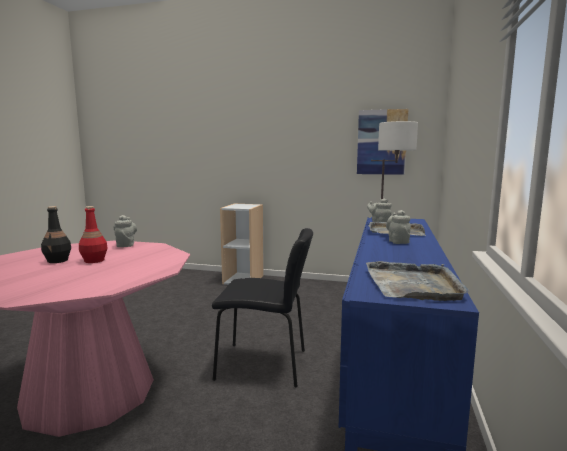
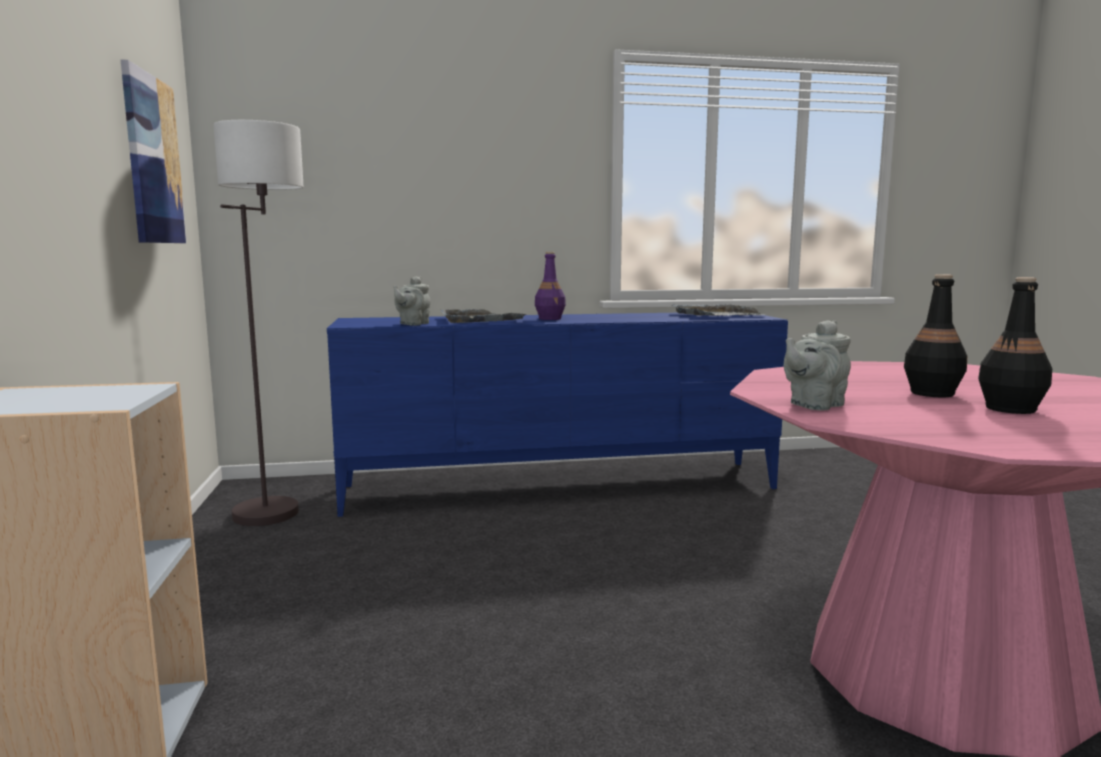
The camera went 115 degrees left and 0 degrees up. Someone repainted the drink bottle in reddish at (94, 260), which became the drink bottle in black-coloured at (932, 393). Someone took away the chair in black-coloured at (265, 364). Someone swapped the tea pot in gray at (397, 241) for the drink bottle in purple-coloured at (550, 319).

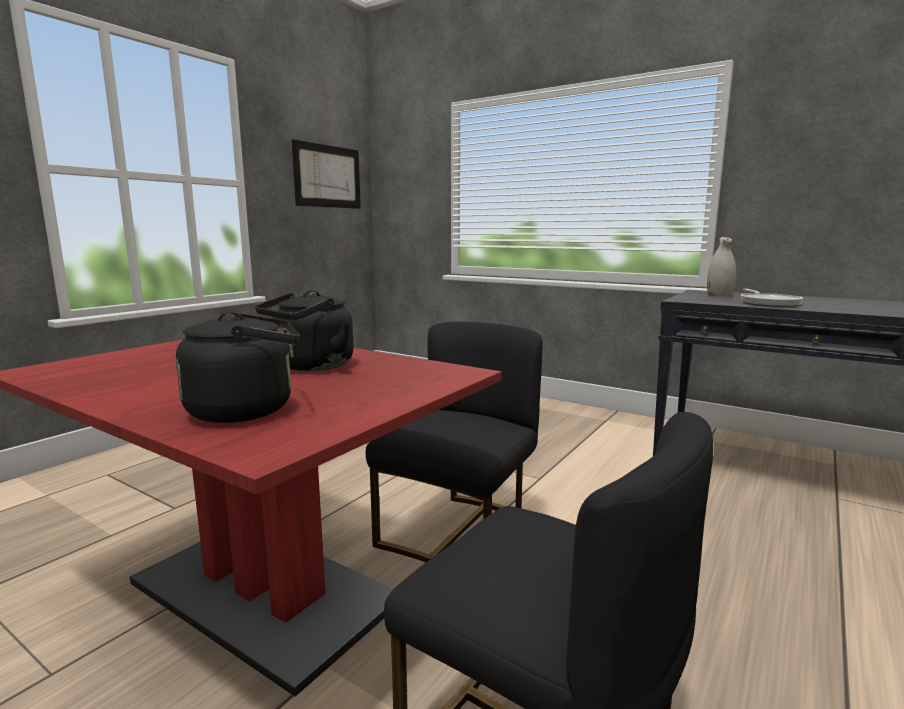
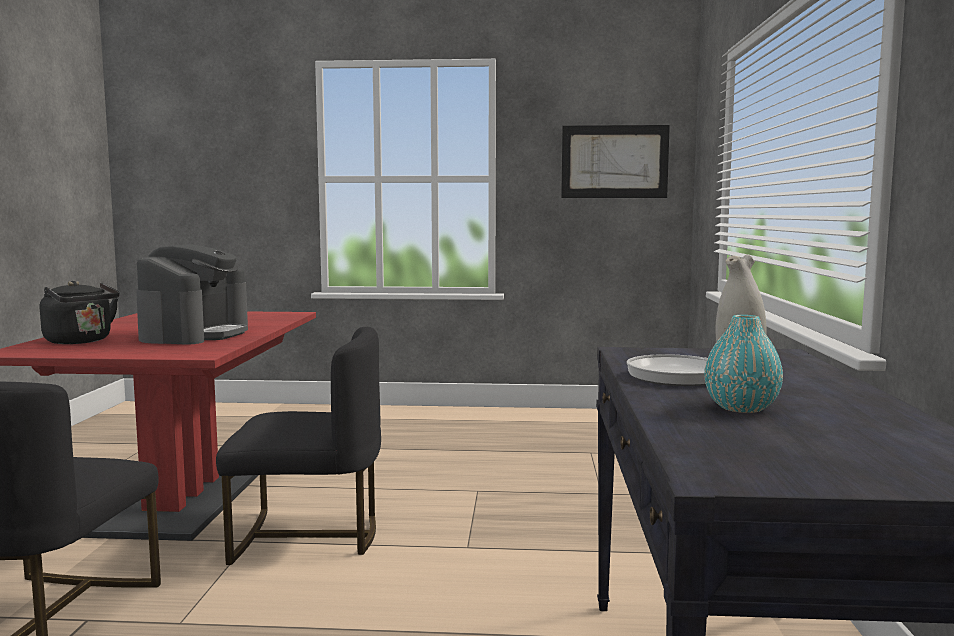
The camera went 60 degrees right and 5 degrees down. Someone swapped the tea kettle in black-coloured at (311, 366) for the coffee brewer at (196, 334). Someone put down the decorative vase in turquoise-coloured at (741, 408).

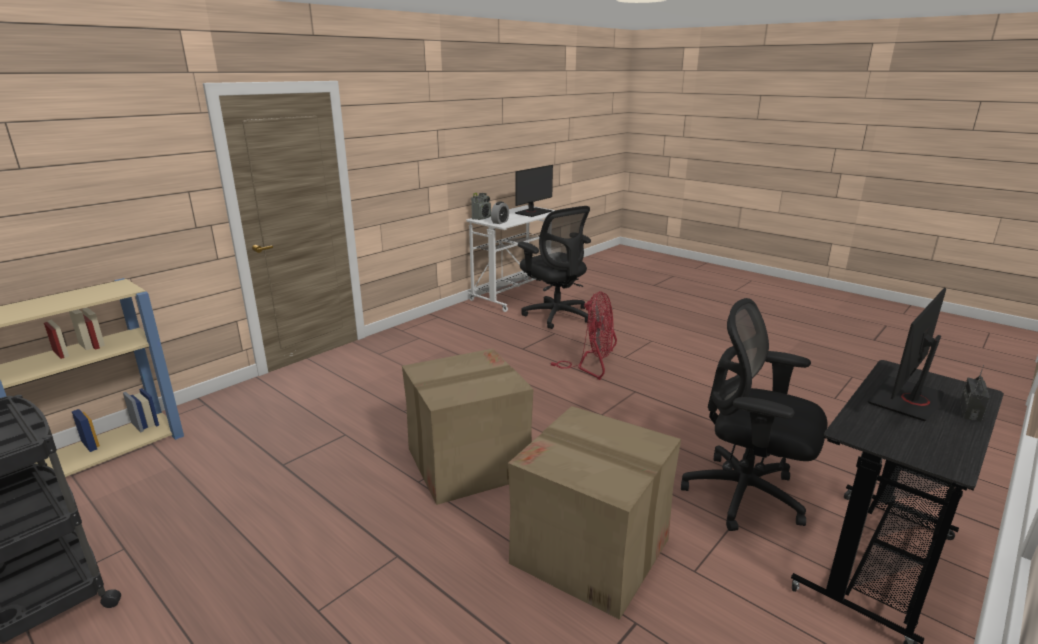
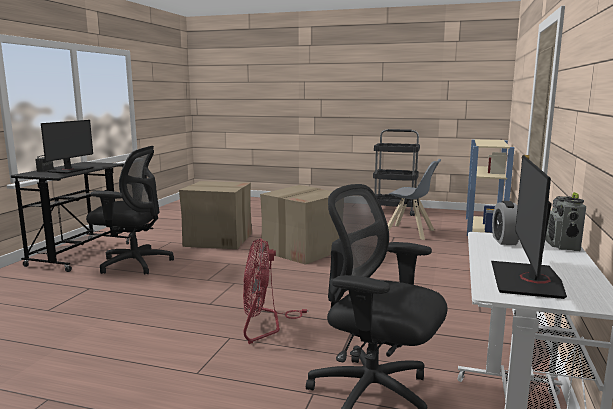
The camera went 155 degrees right and 10 degrees down. Someone put down the chair in gray at (410, 232).

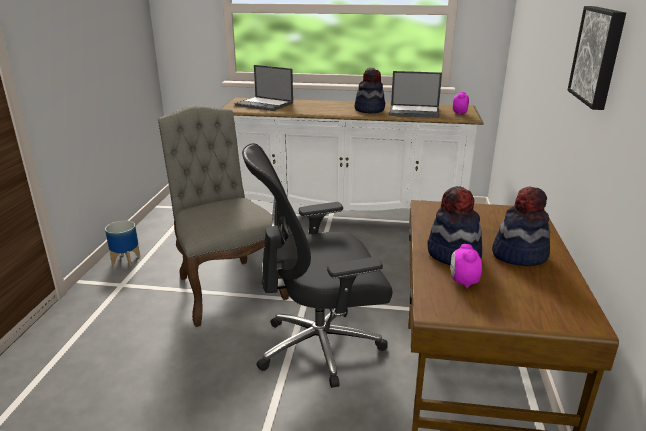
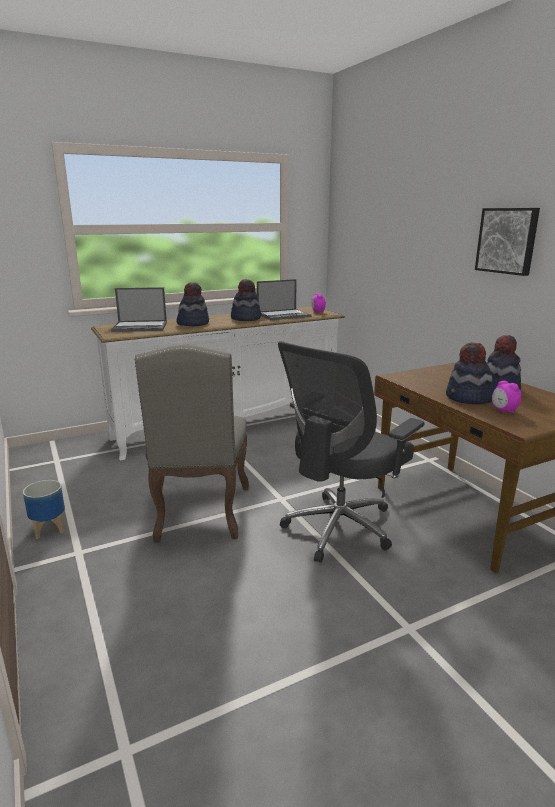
The camera went 35 degrees left and 5 degrees down. Someone rotated the chair in gray at (227, 288) by 120 degrees counterclockwise. Someone put down the hat at (193, 323).

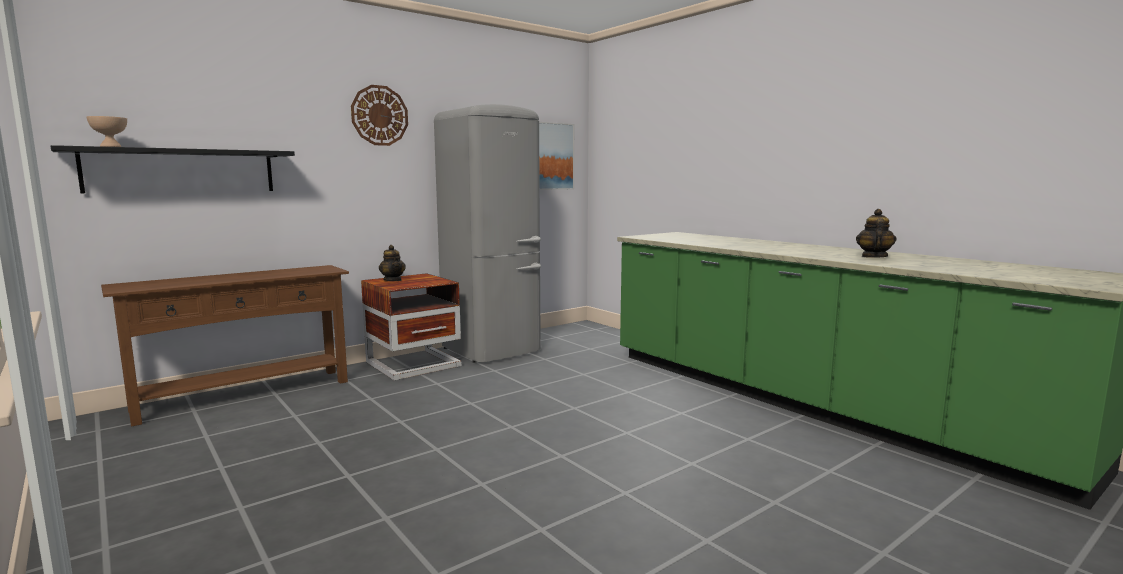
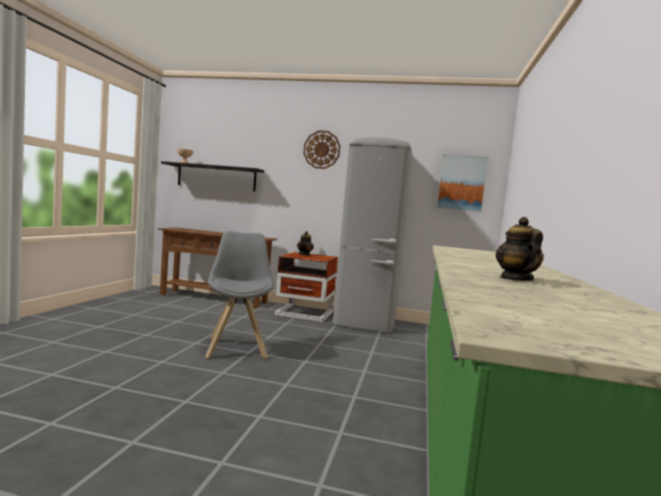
The camera went 50 degrees right and 5 degrees down. Someone rotated the tea pot at (873, 257) by 75 degrees counterclockwise. Someone put down the chair in gray at (236, 348).

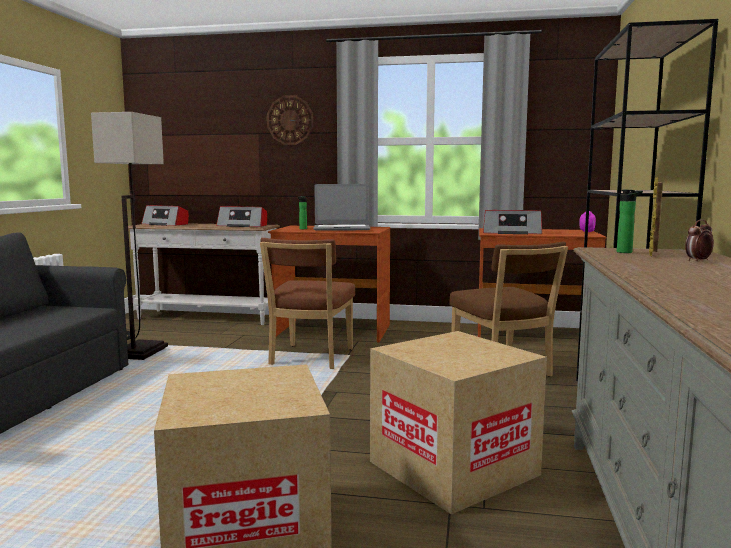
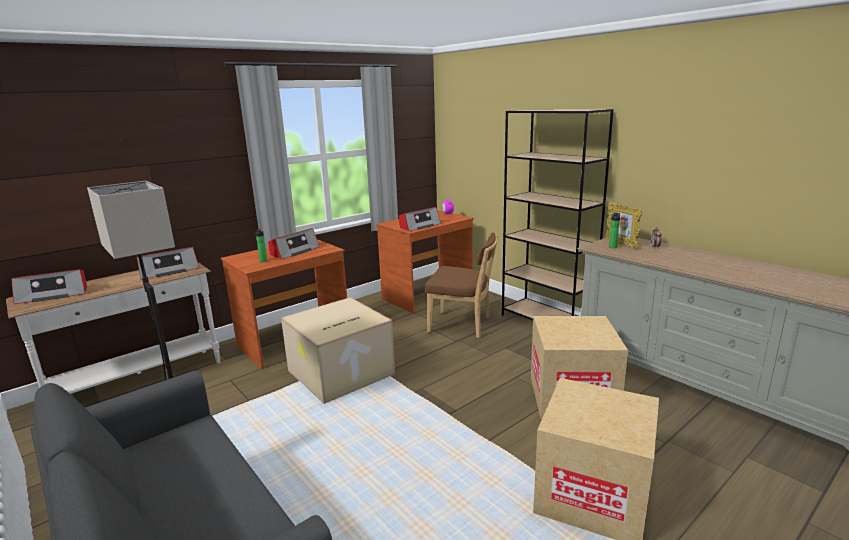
The camera went 50 degrees left and 10 degrees up. Someone swapped the chair in brownish at (309, 358) for the cardboard box at (340, 373). Someone took away the clock on the wall at (290, 120). Someone swapped the portable computer at (341, 229) for the radio set at (294, 251).

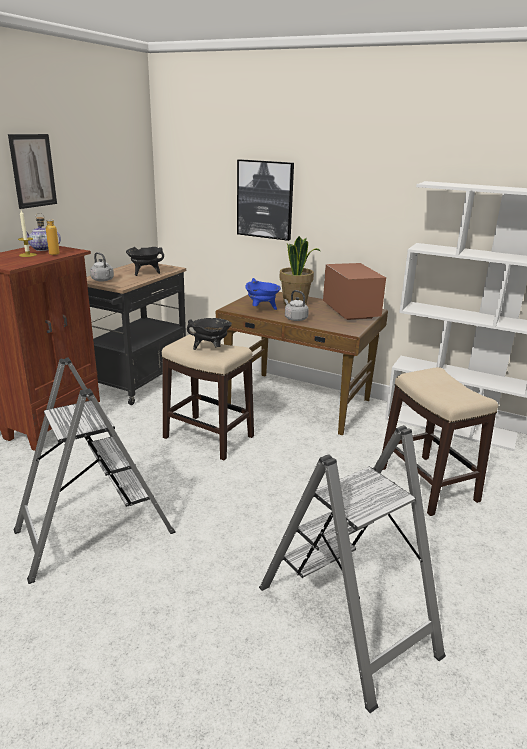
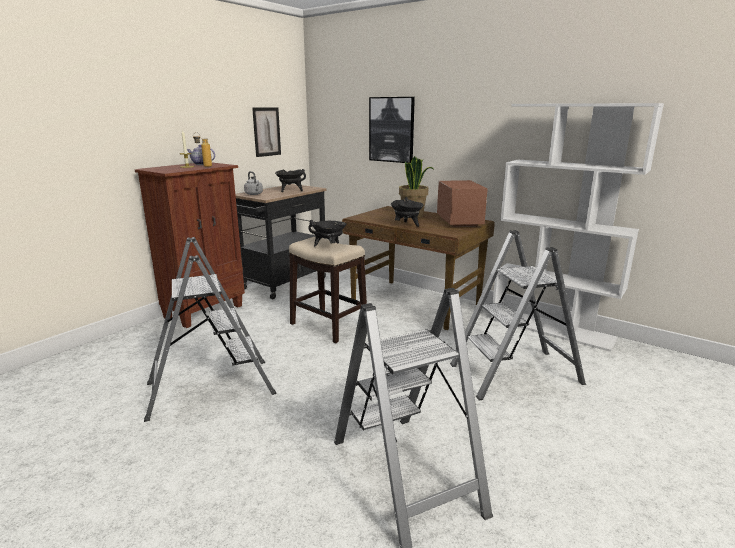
The camera went 10 degrees right and 5 degrees down. Someone carried the wall art from (33, 171) to (266, 132). Someone took away the saucepot in blue at (262, 309). Someone swapped the tea kettle in gray at (295, 318) for the saucepot in black-coloured at (407, 225). Someone swapped the sitting stool at (428, 484) for the step ladder in gray at (517, 373).

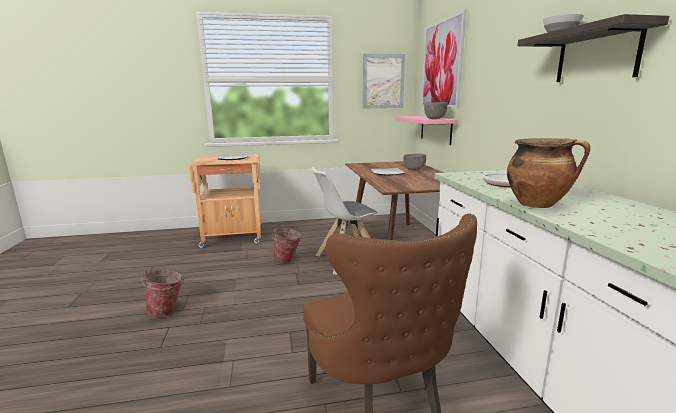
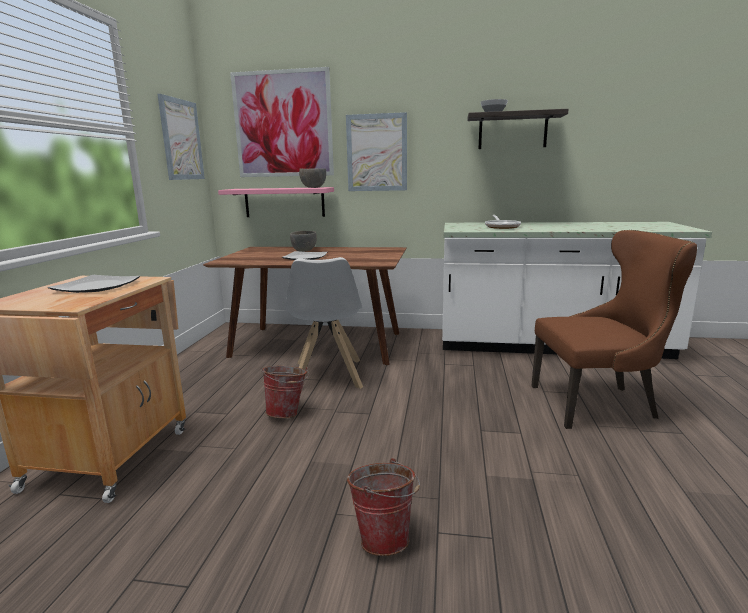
The camera went 70 degrees left and 0 degrees up. Someone took away the saucepot at (538, 204). Someone put up the wall art at (377, 153).

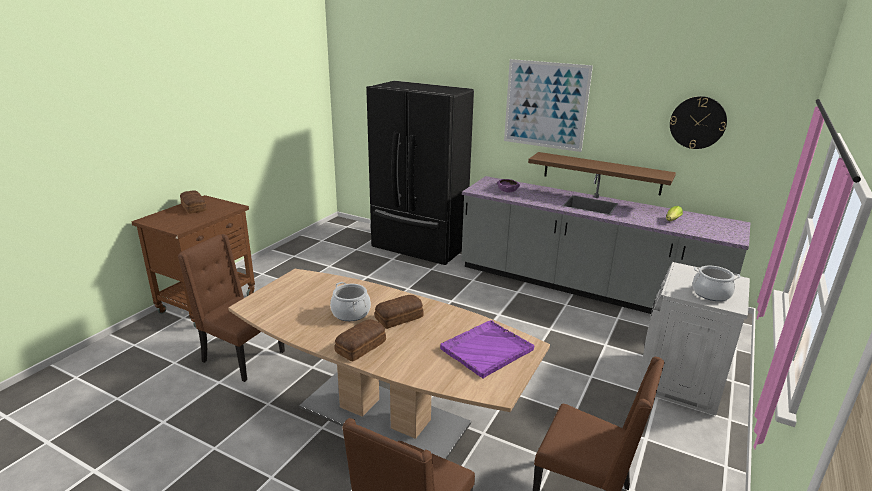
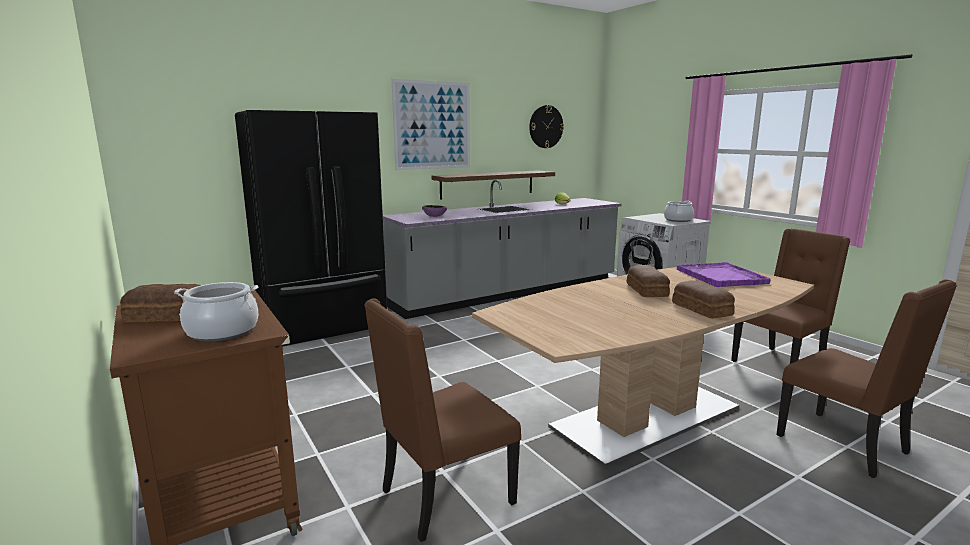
The camera went 60 degrees left and 10 degrees down. Someone carried the saucepot from (350, 313) to (222, 331).

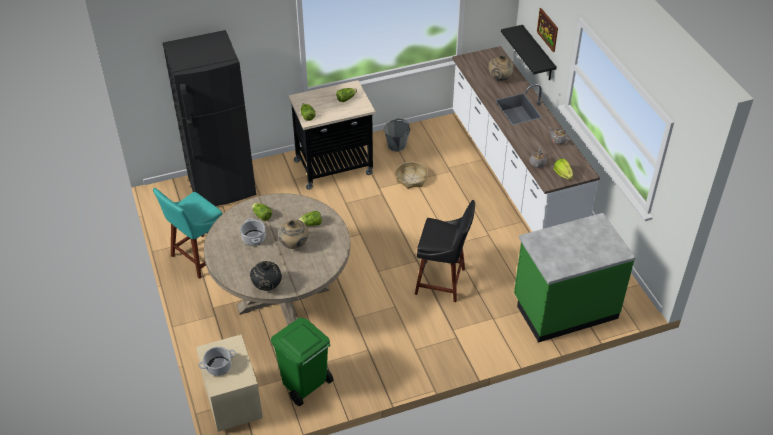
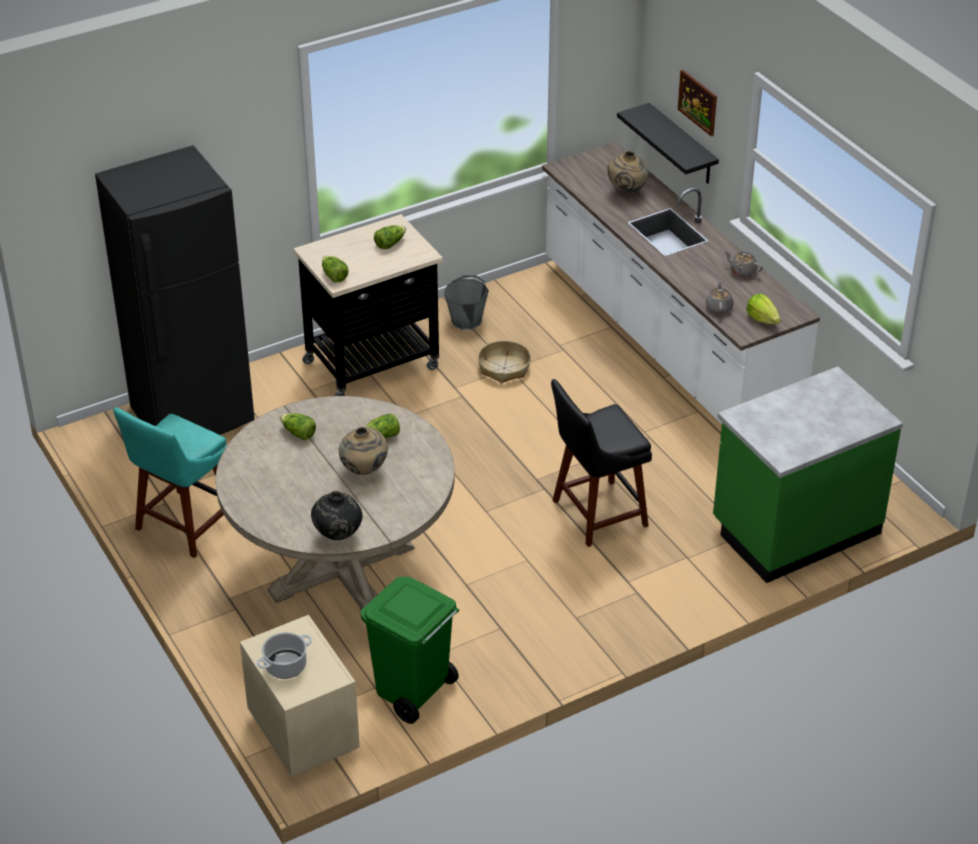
The camera went 10 degrees left and 5 degrees down. Someone took away the saucepot at (253, 238). Someone rotated the chair in black-coloured at (443, 282) by 150 degrees clockwise.

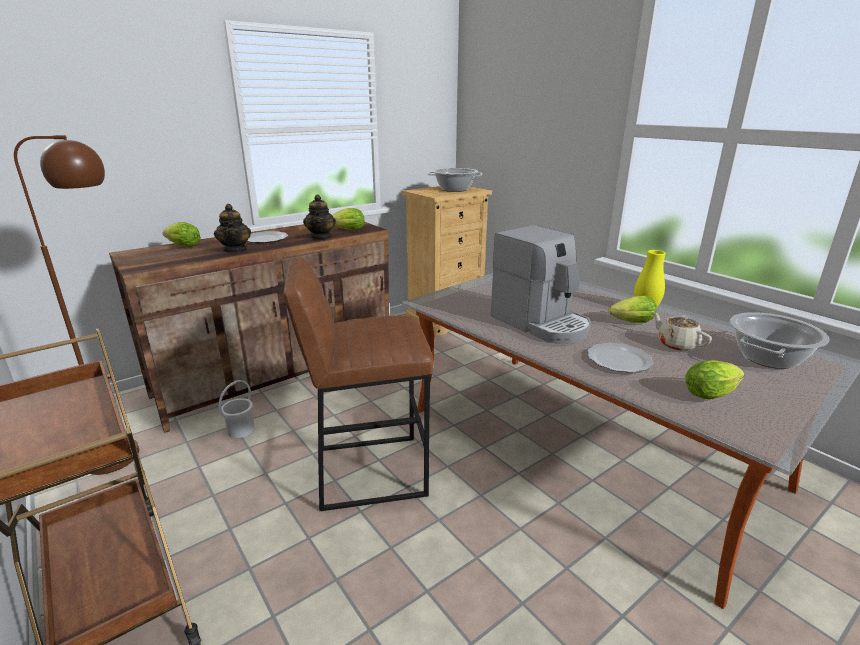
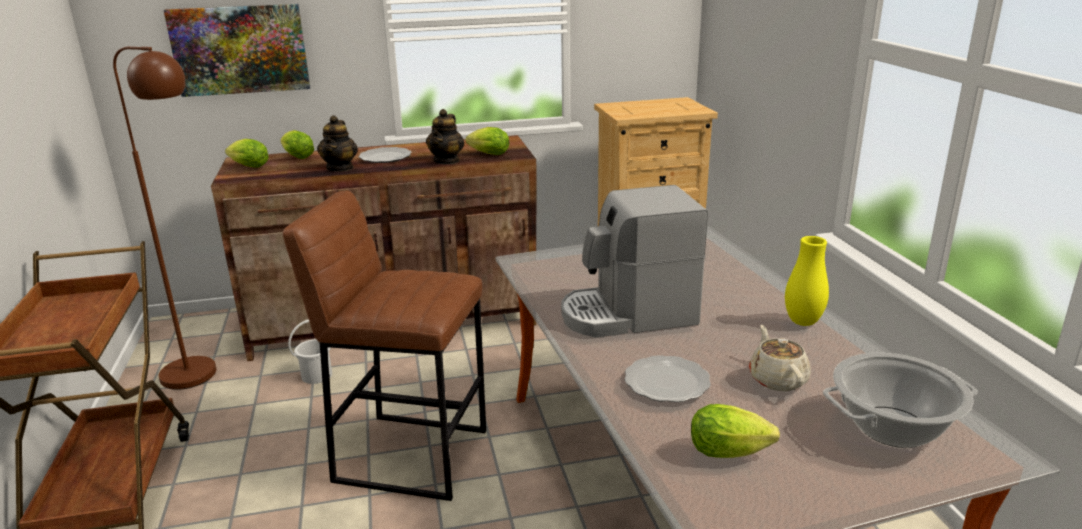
The camera went 25 degrees right and 0 degrees up. Someone took away the saucepot at (454, 189). Someone rotated the coffee brewer at (541, 323) by 90 degrees clockwise. Someone carried the lettuce head from (629, 322) to (247, 166). Someone put up the wall art at (240, 49).

